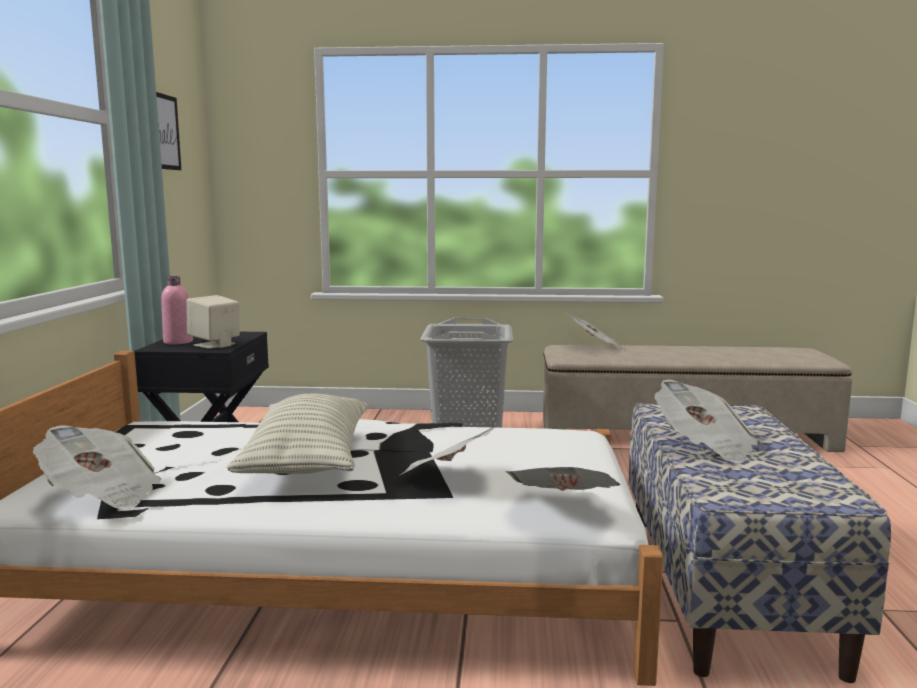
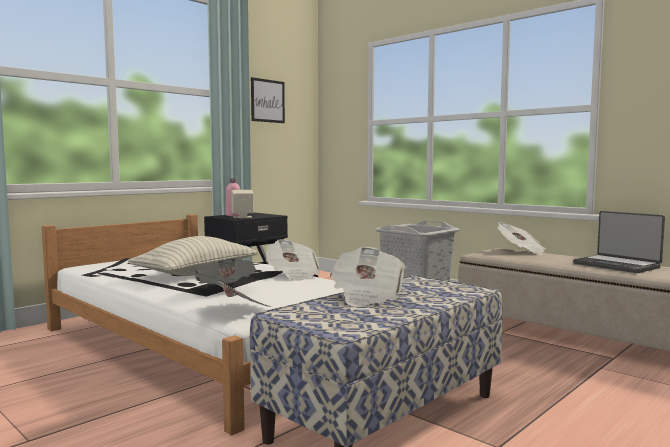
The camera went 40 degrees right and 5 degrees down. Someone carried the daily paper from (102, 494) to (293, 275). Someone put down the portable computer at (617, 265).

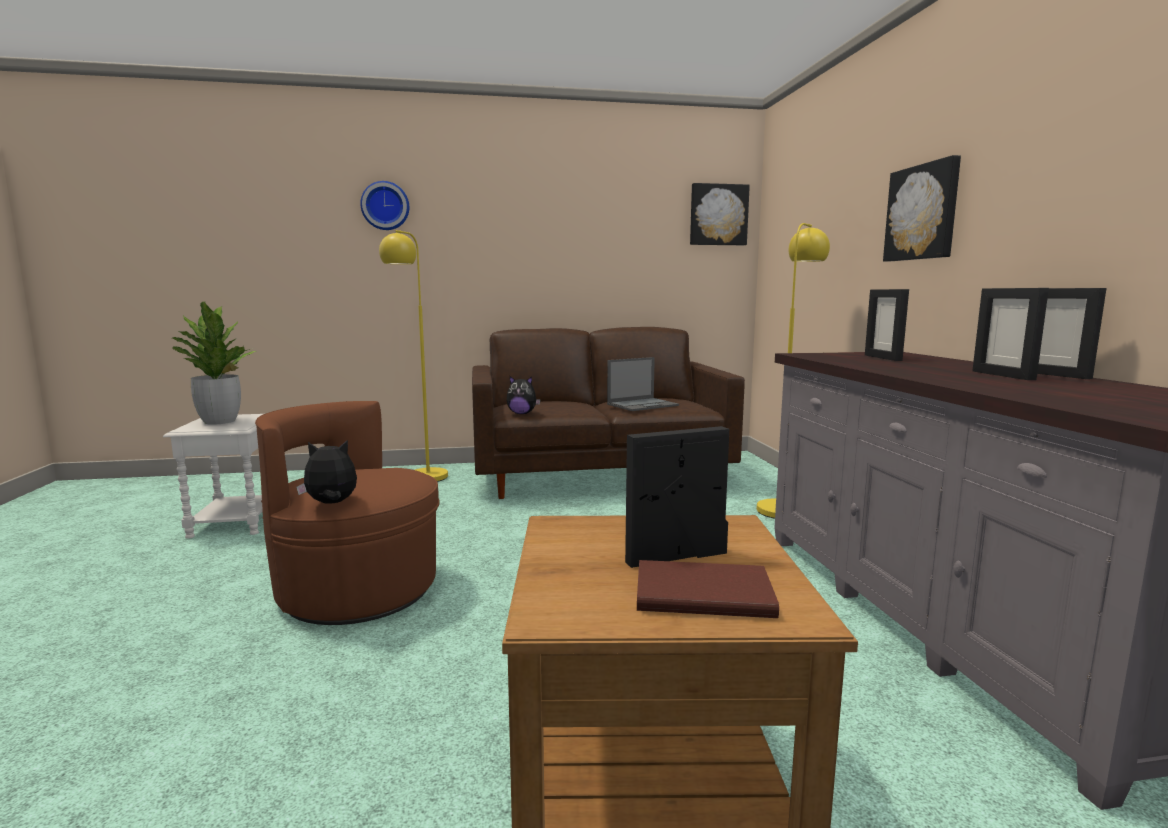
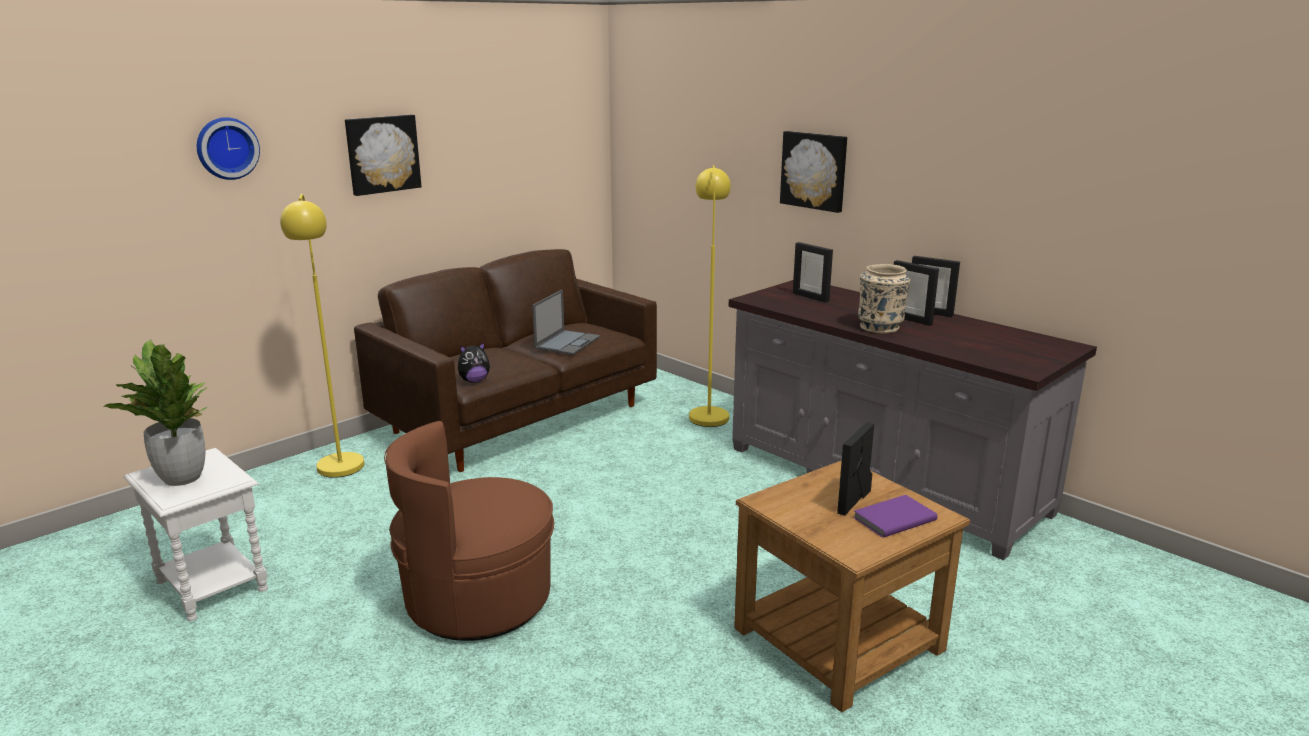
The camera went 35 degrees left and 10 degrees up. Someone took away the soft toy at (331, 503). Someone repainted the bound book in brownish at (701, 593), which became the bound book in purple-coloured at (892, 518). Someone carried the wall art from (718, 215) to (382, 154). Someone put down the decorative vase in beige at (880, 327).

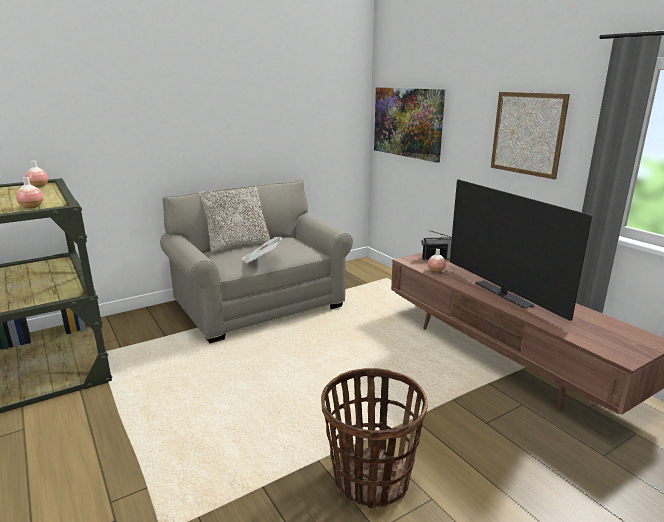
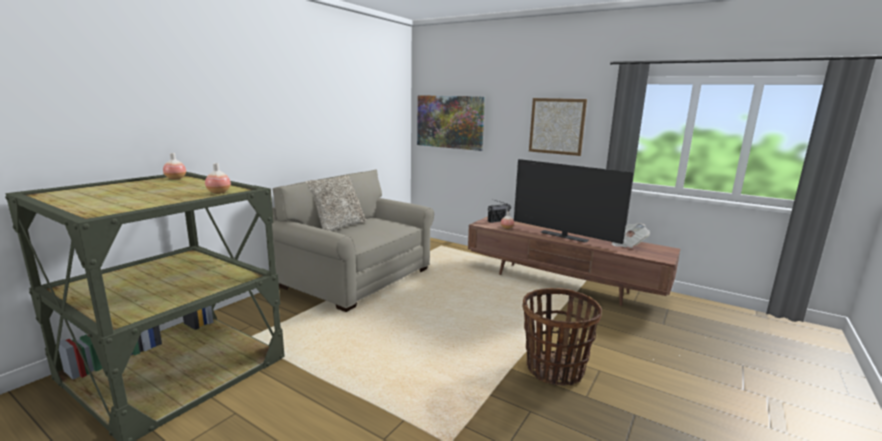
The camera went 25 degrees left and 5 degrees down. Someone carried the daily paper from (261, 260) to (628, 244).

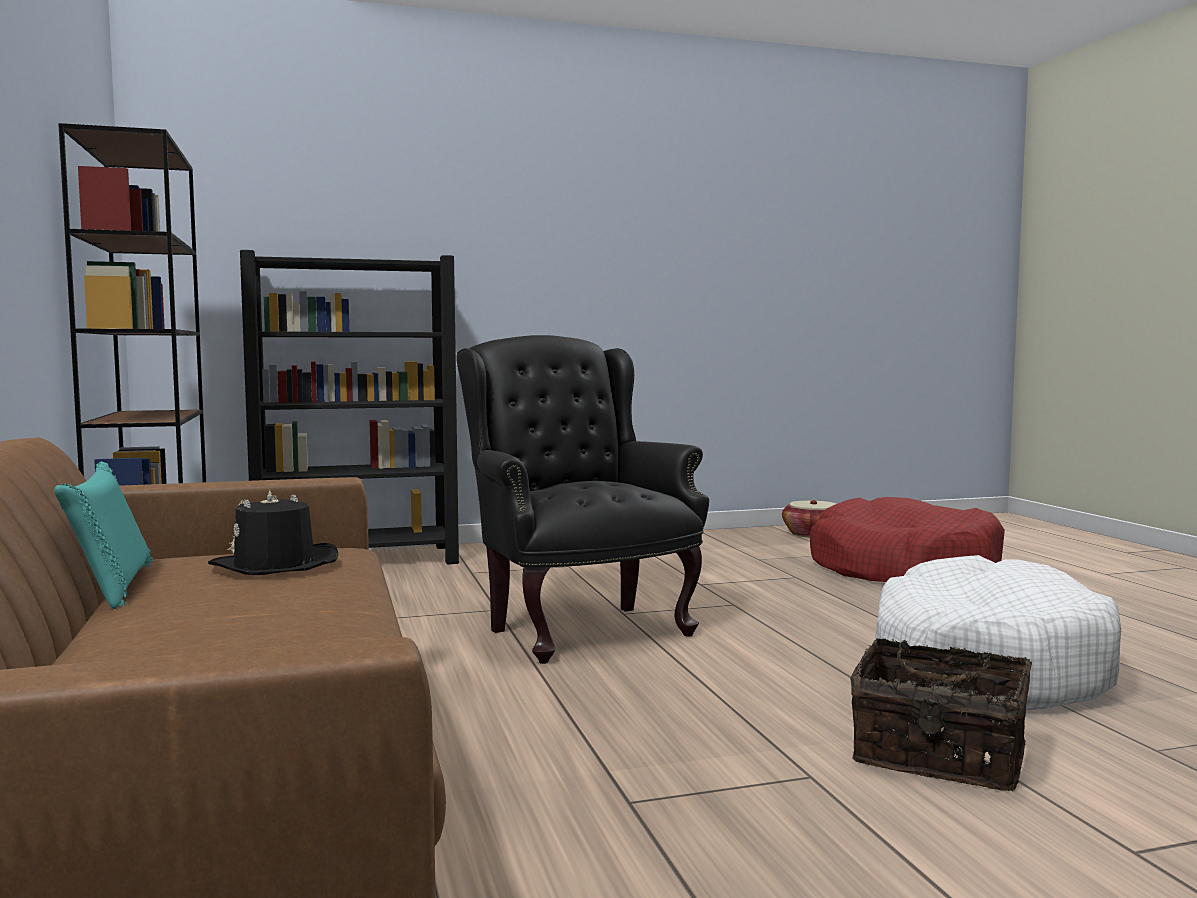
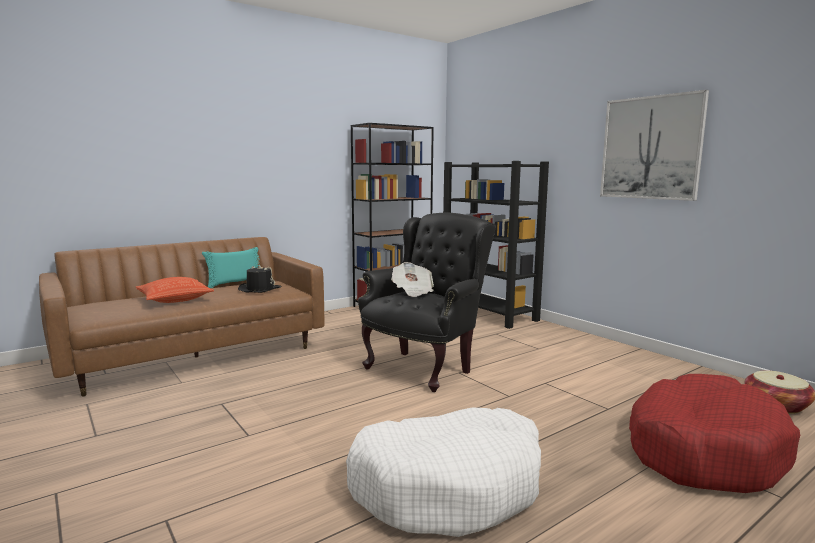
The camera went 70 degrees right and 5 degrees up. Someone took away the household basket at (938, 757). Someone put down the throw pillow in orange at (175, 300). Someone put down the daily paper at (412, 291). Someone put up the wall art at (650, 148).

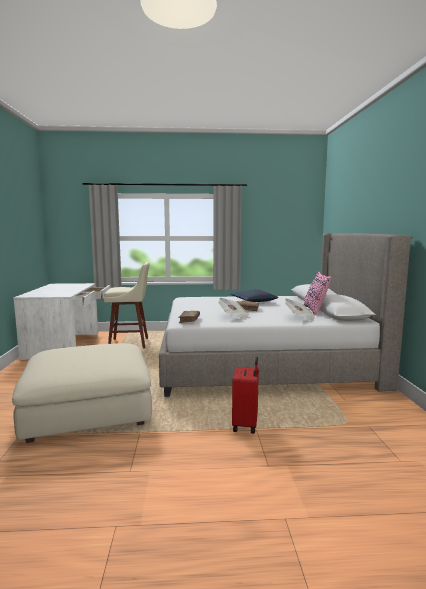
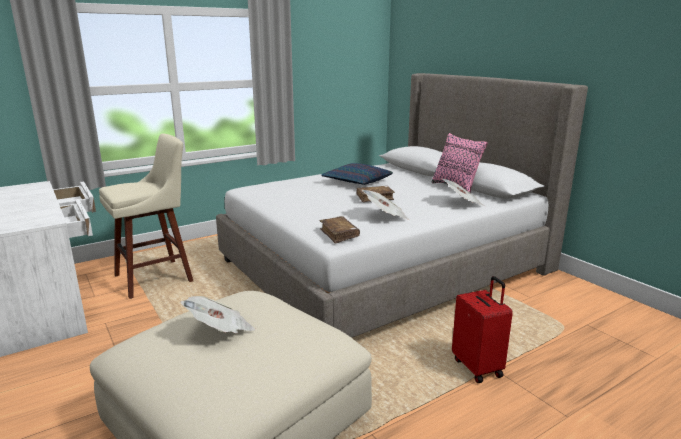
The camera went 30 degrees left and 10 degrees up. Someone put down the daily paper at (221, 331).

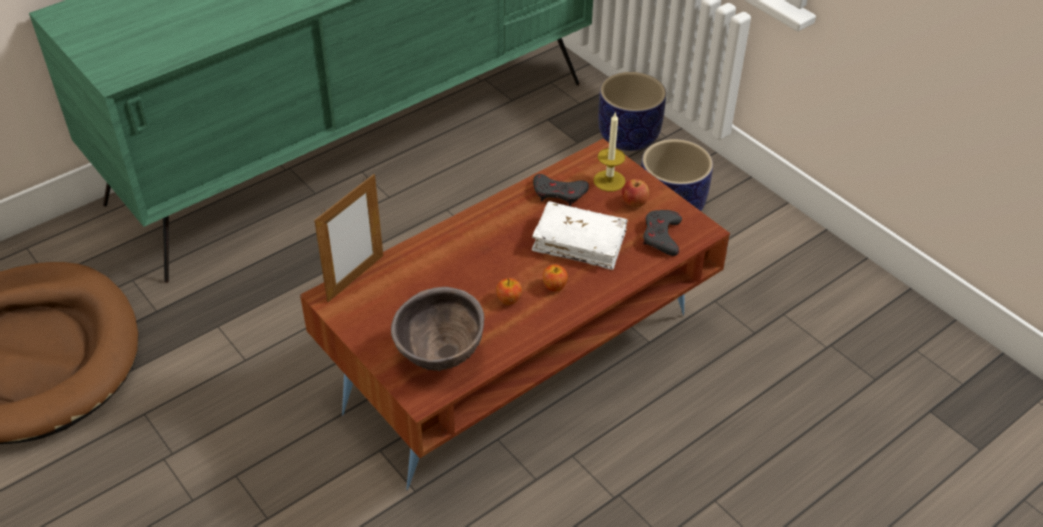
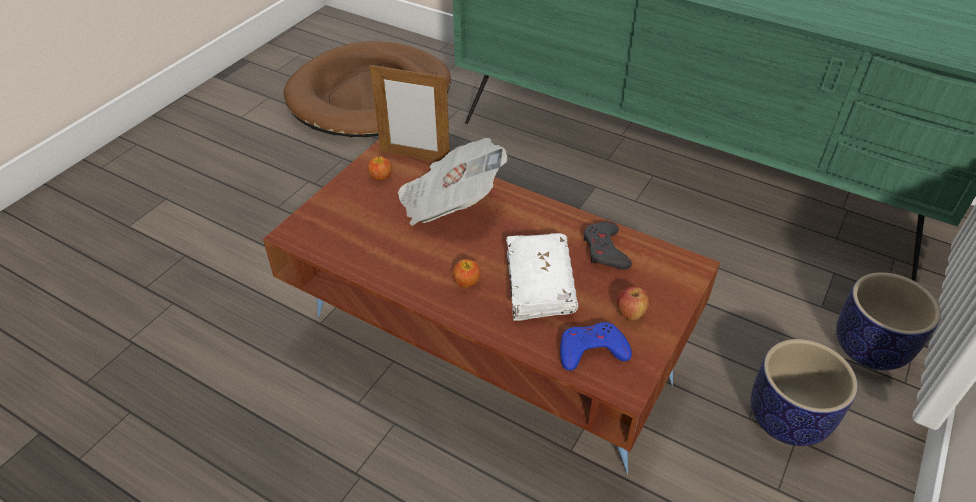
The camera went 70 degrees right and 0 degrees up. Someone took away the bowl in brownish at (440, 357). Someone carried the apple fruit from (509, 299) to (380, 176). Someone took away the wax candle at (609, 181). Someone repainted the gamepad in gray at (661, 236), which became the gamepad in blue at (591, 350). Someone put down the daily paper at (449, 203).

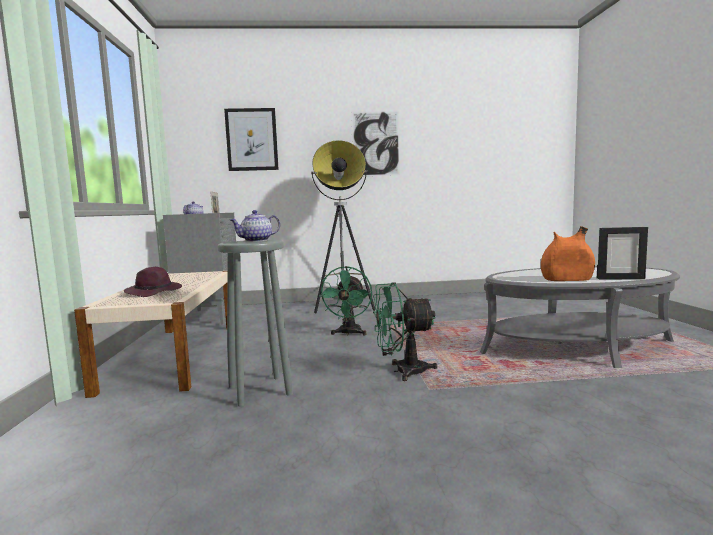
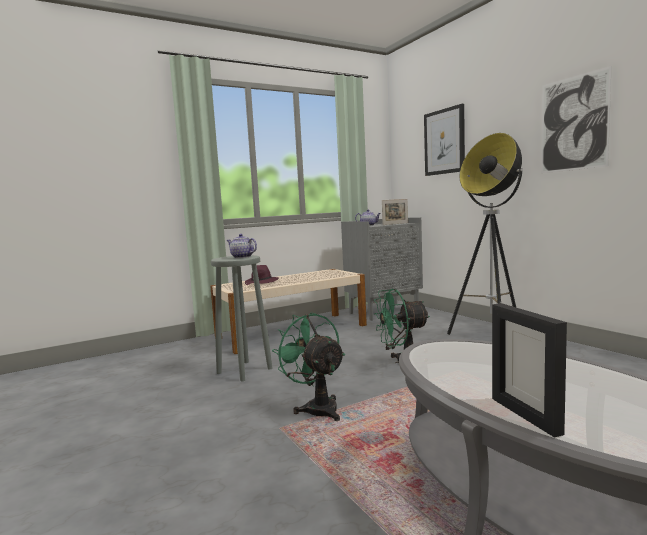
The camera went 65 degrees right and 0 degrees up. Someone took away the decorative vase in orange at (567, 280).

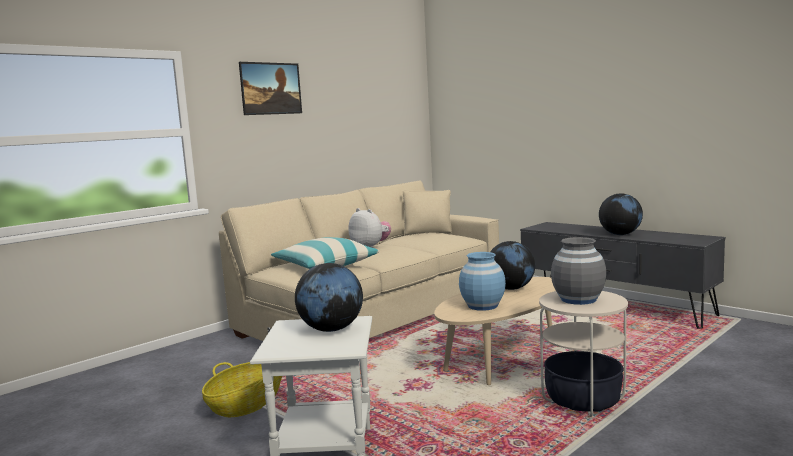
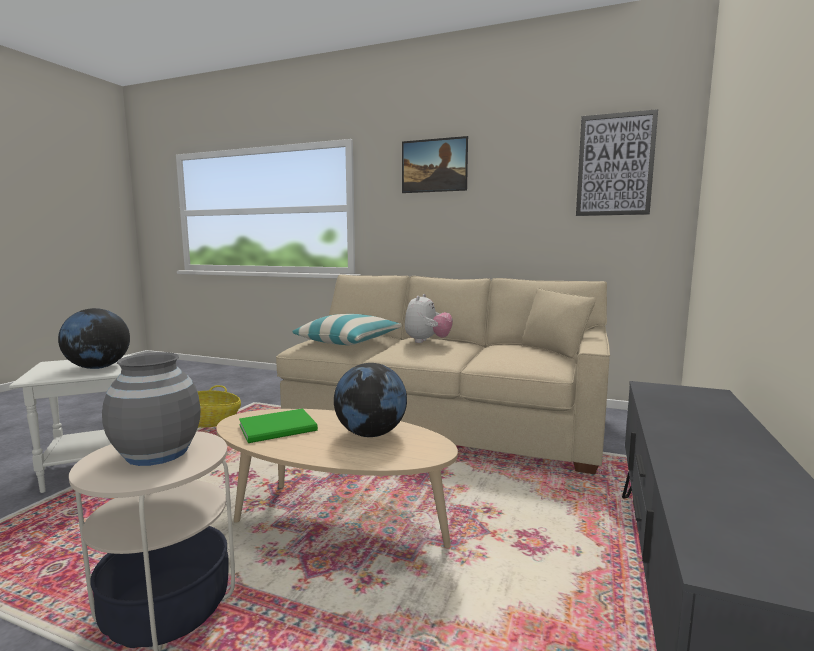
The camera went 65 degrees right and 0 degrees up. Someone swapped the decorative vase in blue at (482, 306) for the bound book in green at (280, 428). Someone took away the world globe at (620, 234). Someone put up the wall art at (615, 165).

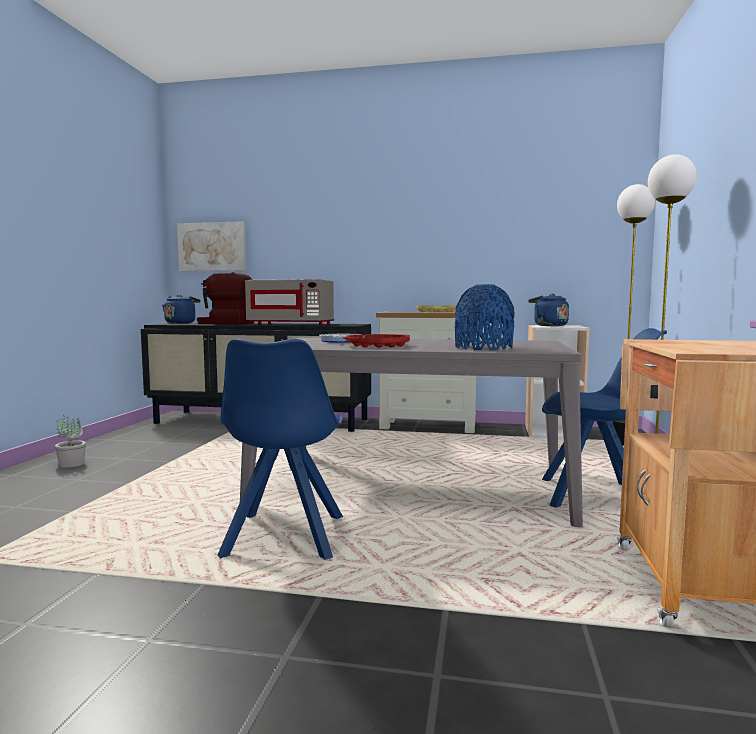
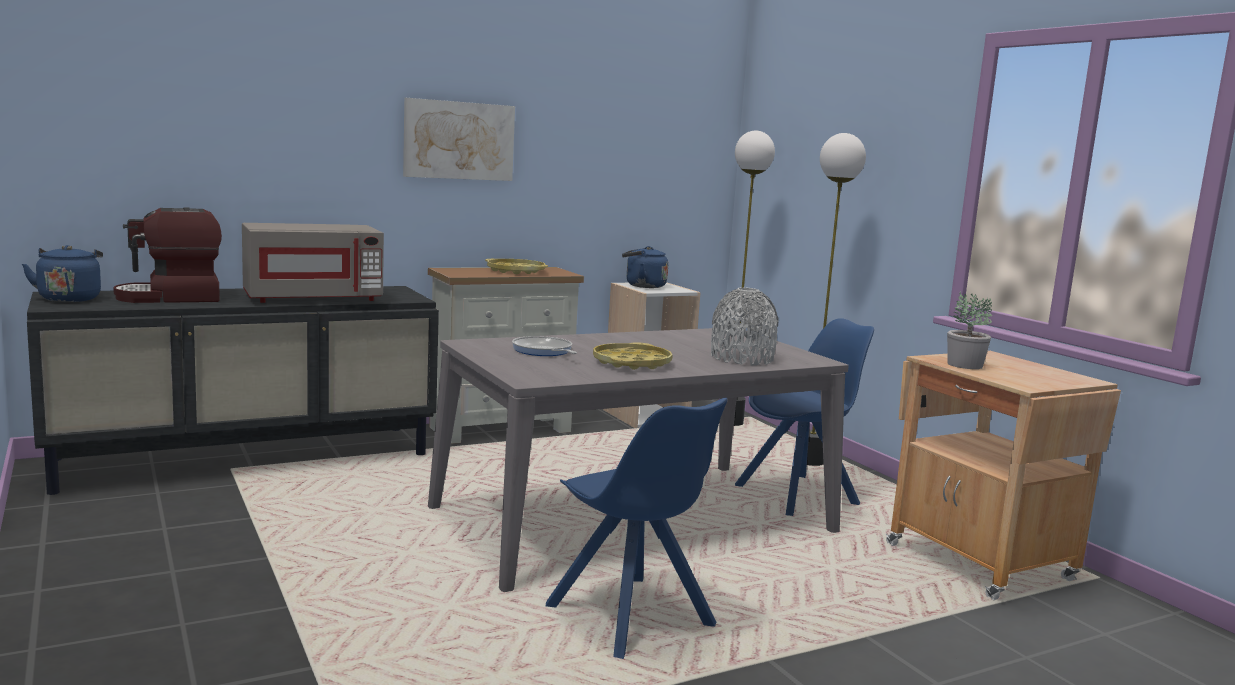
The camera went 40 degrees left and 5 degrees up. Someone carried the houseplant from (71, 464) to (964, 365). Someone carried the wall art from (212, 247) to (458, 140). Someone repainted the serving tray in reddish at (377, 346), which became the serving tray in yellowish at (631, 363). Someone repainted the decorative vase in blue at (483, 348), which became the decorative vase in gray at (741, 358).

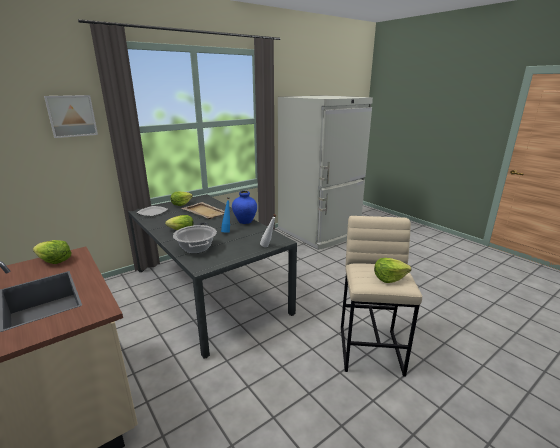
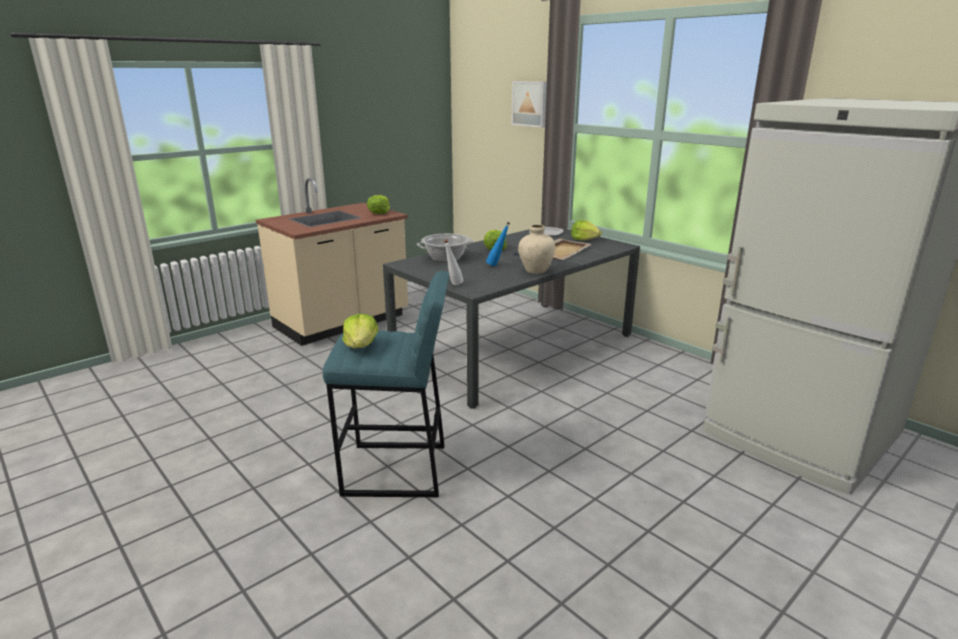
The camera went 85 degrees right and 0 degrees up. Someone repainted the decorative vase in blue at (245, 221), which became the decorative vase in beige at (535, 271). Someone repainted the sitting stool in beige at (370, 348), which became the sitting stool in turquoise-coloured at (398, 470).

